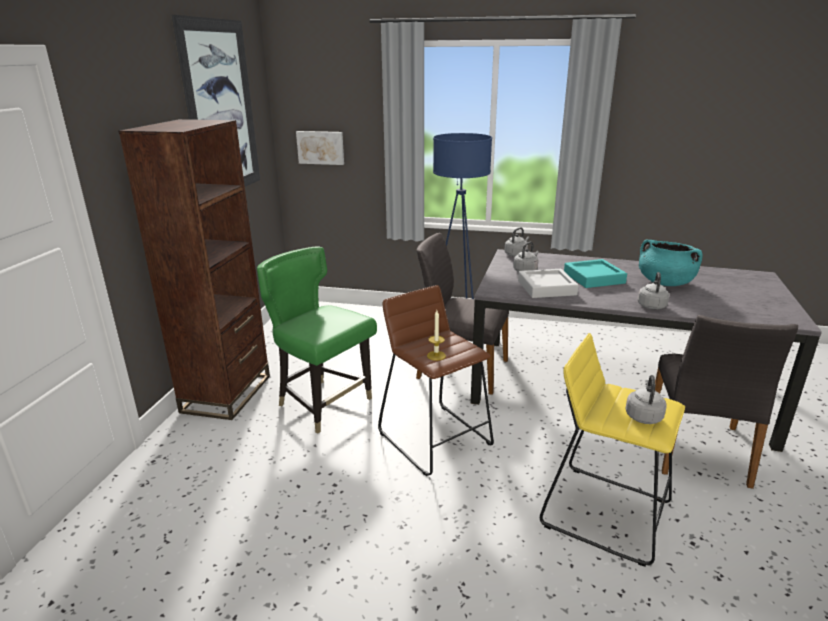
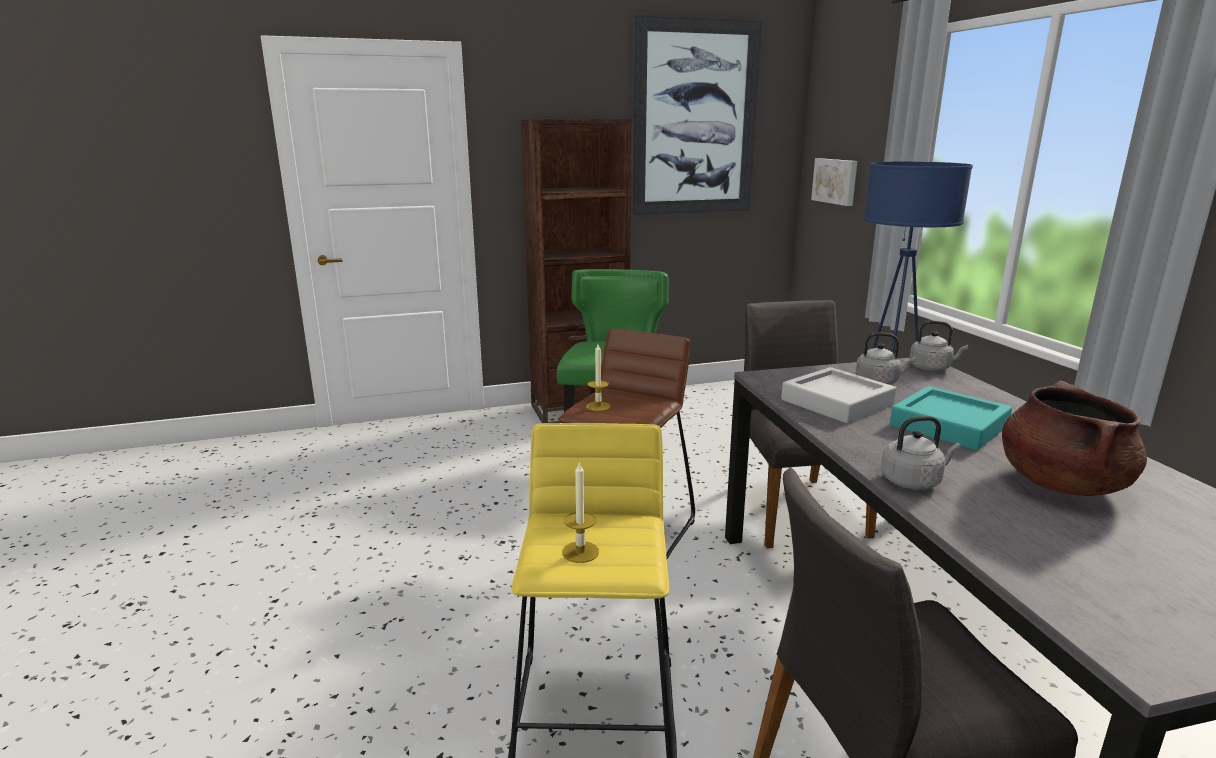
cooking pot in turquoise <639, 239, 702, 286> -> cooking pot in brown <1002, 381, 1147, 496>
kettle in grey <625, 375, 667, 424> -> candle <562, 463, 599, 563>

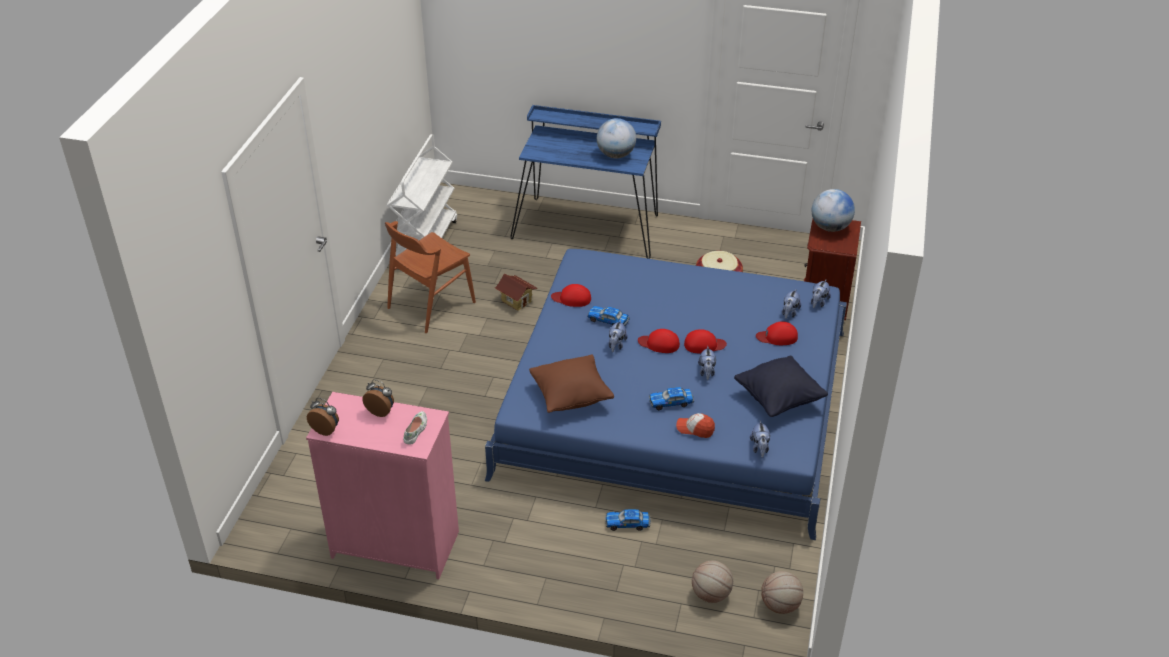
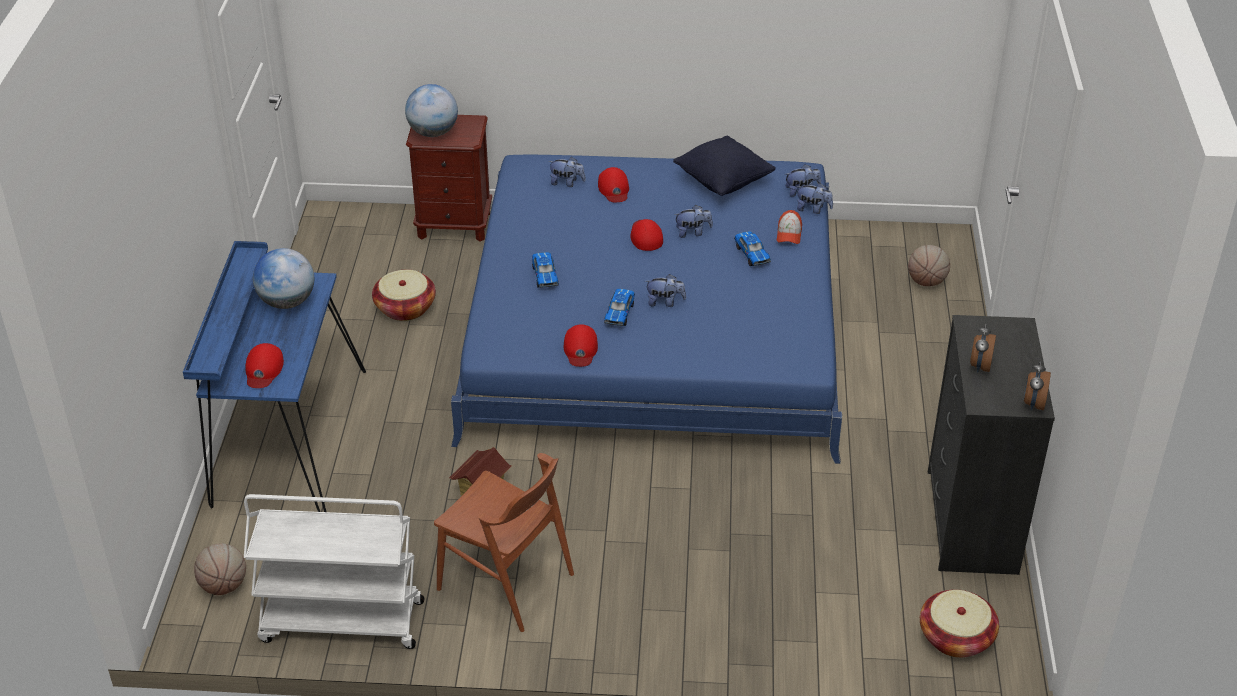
plush toy <811, 279, 831, 308> -> plush toy <796, 183, 833, 214>, shifted
cap in red <638, 329, 680, 353> -> cap in red <246, 343, 284, 388>, shifted
pillow in brown <529, 355, 614, 413> -> none
dresser in pink <306, 392, 459, 579> -> dresser in black <928, 315, 1055, 575>
shoe in white <403, 411, 427, 445> -> none
toy car <605, 509, 651, 531> -> toy car <532, 252, 558, 288>, shifted
basketball <761, 571, 803, 614> -> basketball <194, 543, 246, 595>, shifted
none -> basket <920, 590, 999, 658>

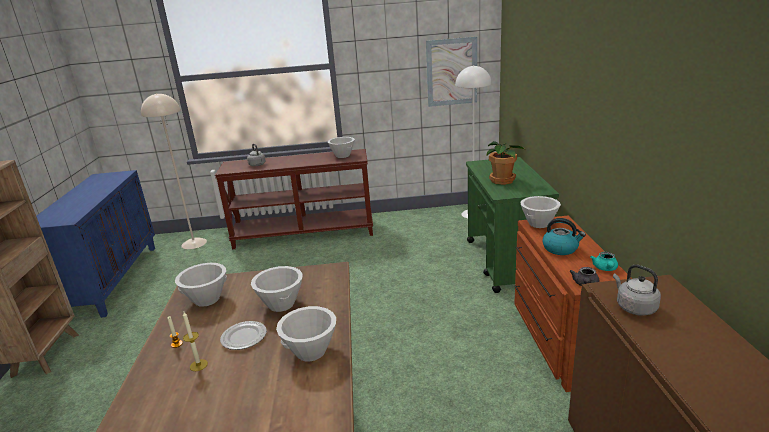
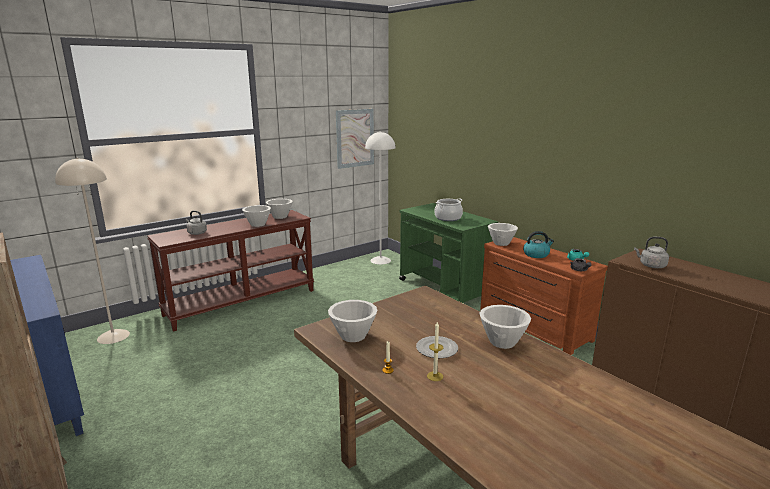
potted plant <486, 141, 524, 185> -> cooking pot <434, 199, 463, 221>
bowl in white <251, 266, 303, 312> -> bowl in white <242, 205, 271, 227>, shifted

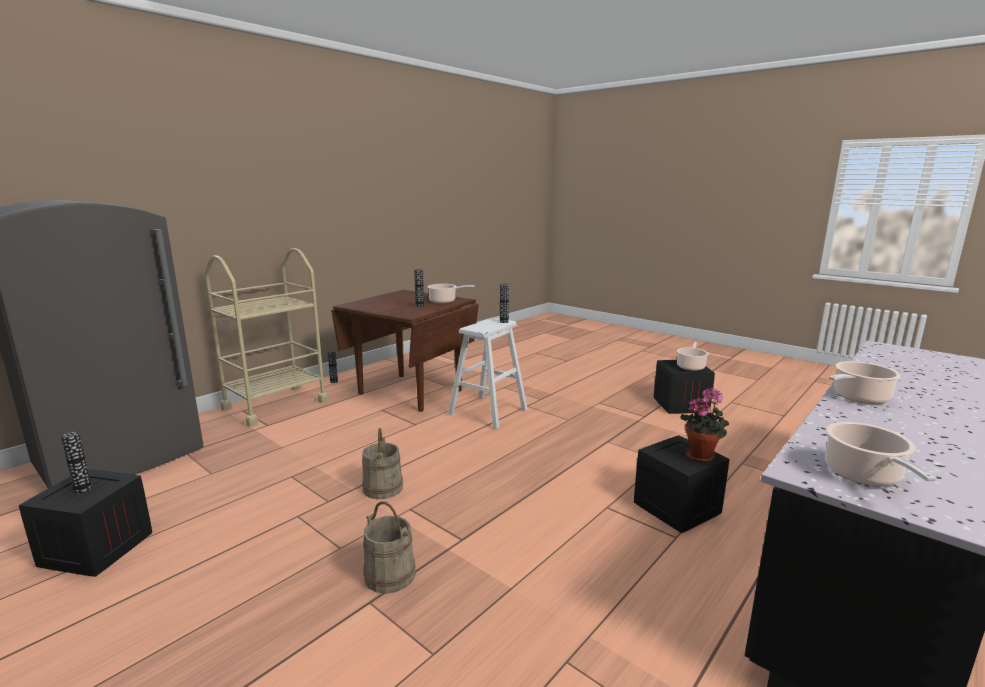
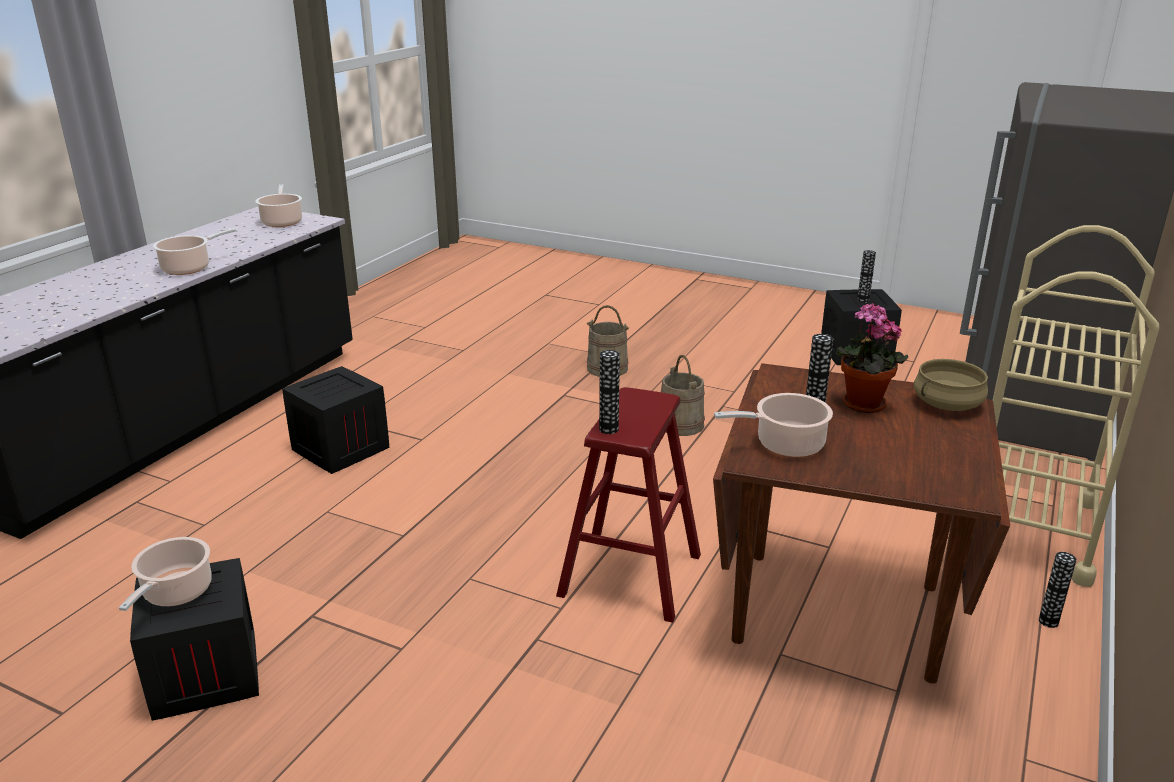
stool in white <448, 318, 528, 429> -> stool in red <556, 387, 701, 623>
potted plant <680, 388, 729, 462> -> potted plant <836, 303, 908, 413>, shifted
none -> cooking pot in beige <913, 359, 988, 411>

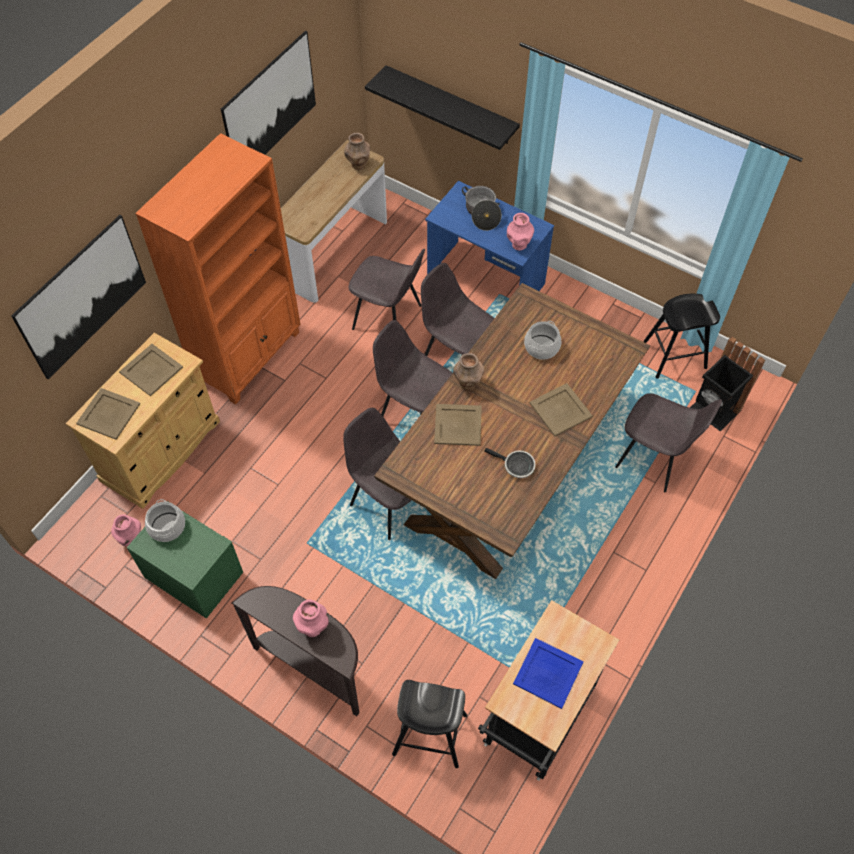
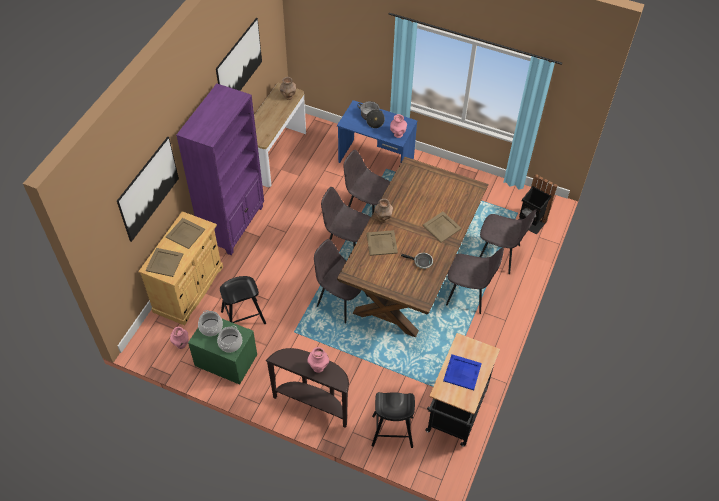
shelf in black <365, 65, 520, 150> -> none
bookcase in orange <135, 133, 301, 404> -> bookcase in purple <176, 83, 264, 255>
chair in grey <349, 249, 425, 330> -> chair in grey <446, 247, 504, 314>, shifted
stool in black <643, 294, 720, 379> -> stool in black <220, 276, 266, 324>, shifted
cooking pot <524, 321, 561, 360> -> cooking pot <217, 326, 242, 353>, shifted

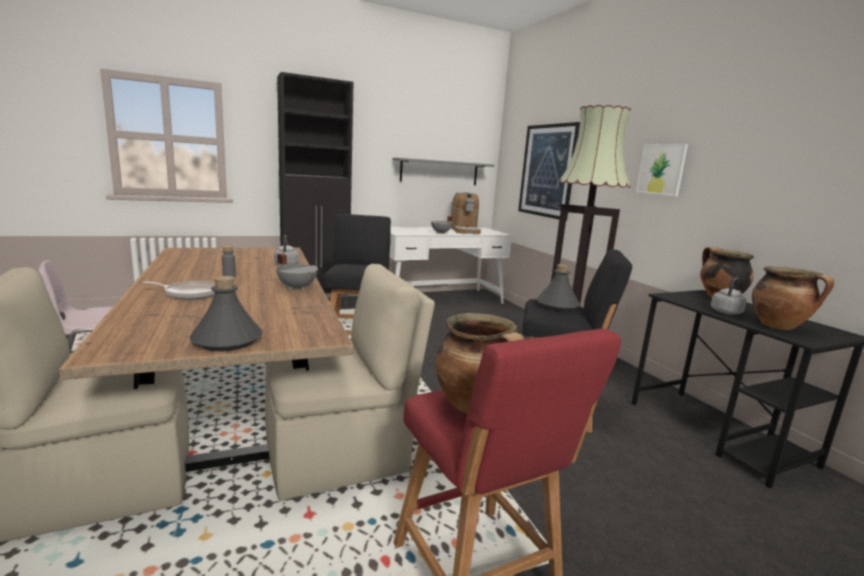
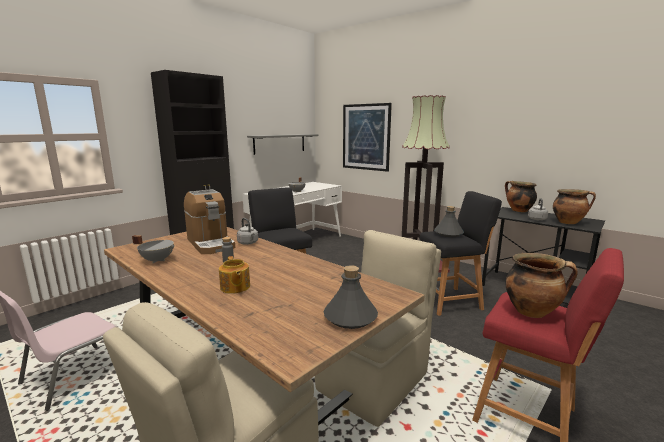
picture <636, 144, 688, 196> -> none
coffee machine <451, 192, 481, 234> -> coffee machine <184, 189, 235, 254>, shifted
cooking pot in grey <276, 253, 318, 290> -> cooking pot in grey <132, 235, 175, 263>, shifted
frying pan <142, 281, 215, 300> -> teapot <219, 256, 250, 294>

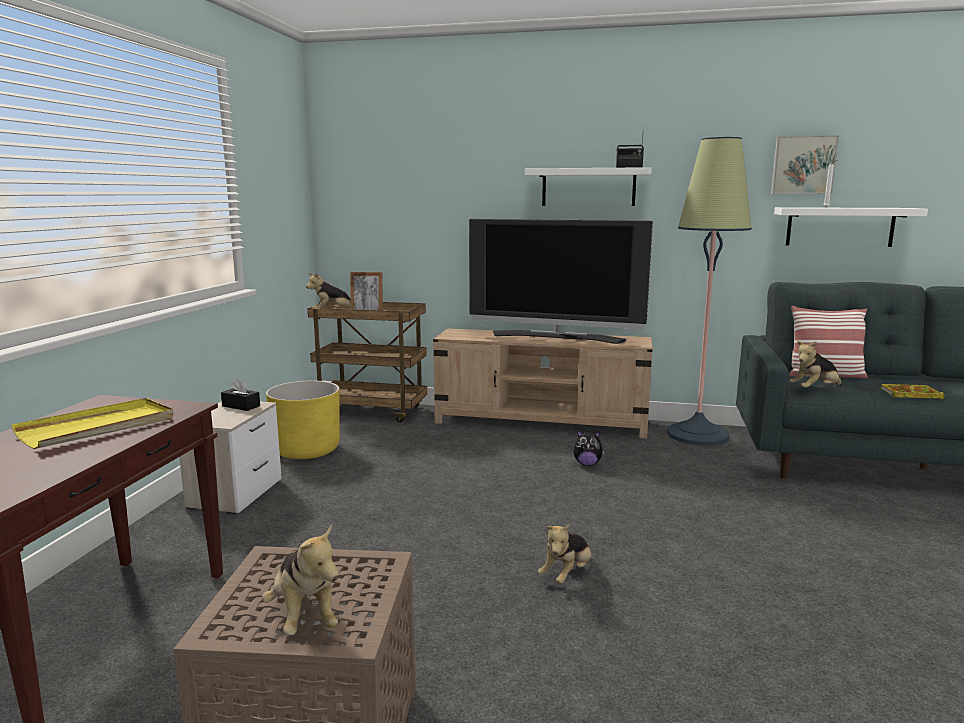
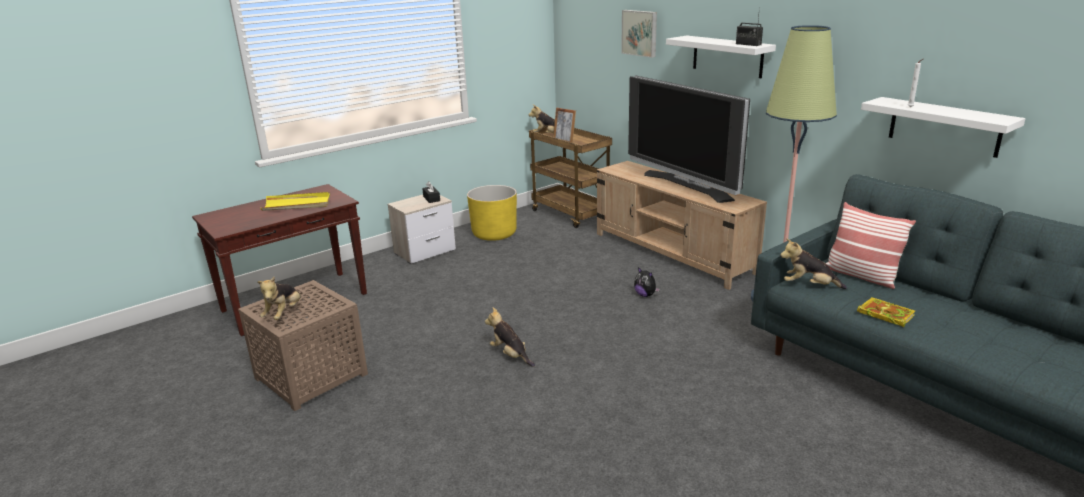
picture <771, 135, 839, 194> -> picture <621, 10, 657, 58>, shifted
plush toy <538, 524, 591, 584> -> plush toy <485, 308, 535, 367>, 60 degrees clockwise

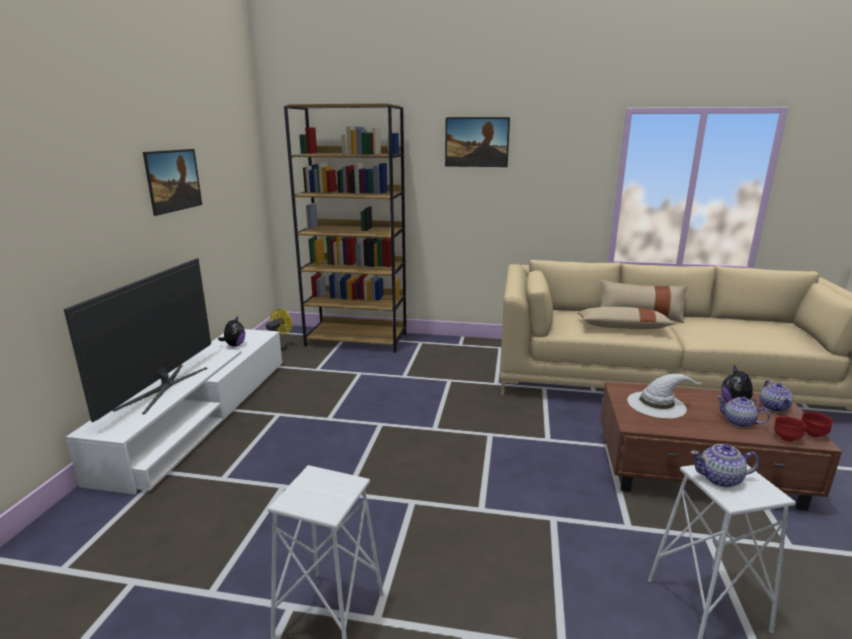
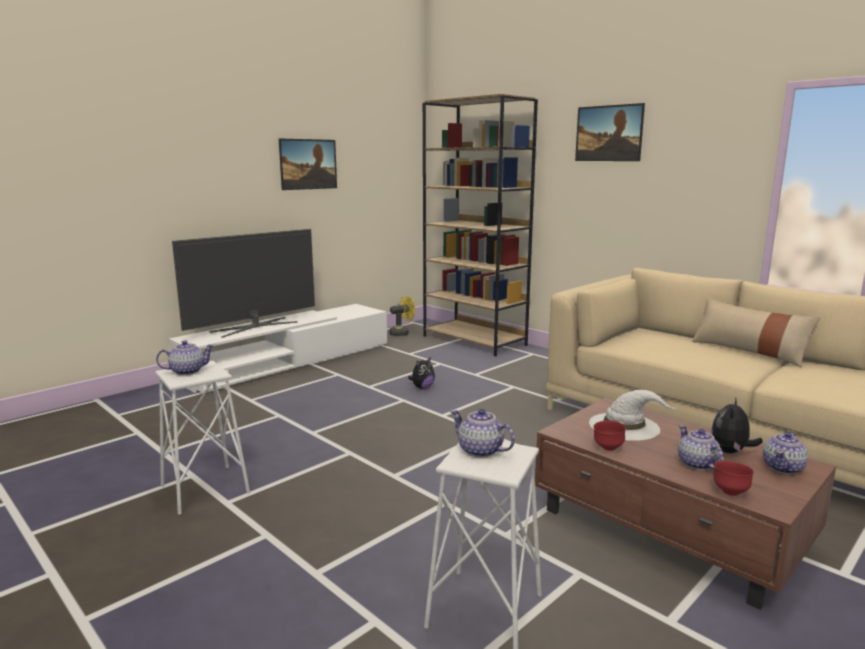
pillow in beige <577, 307, 676, 329> -> none
plush toy <218, 316, 245, 347> -> plush toy <408, 357, 435, 389>, shifted
bowl in red <801, 411, 834, 437> -> bowl in red <593, 421, 626, 451>, shifted
none -> teapot <156, 340, 214, 375>

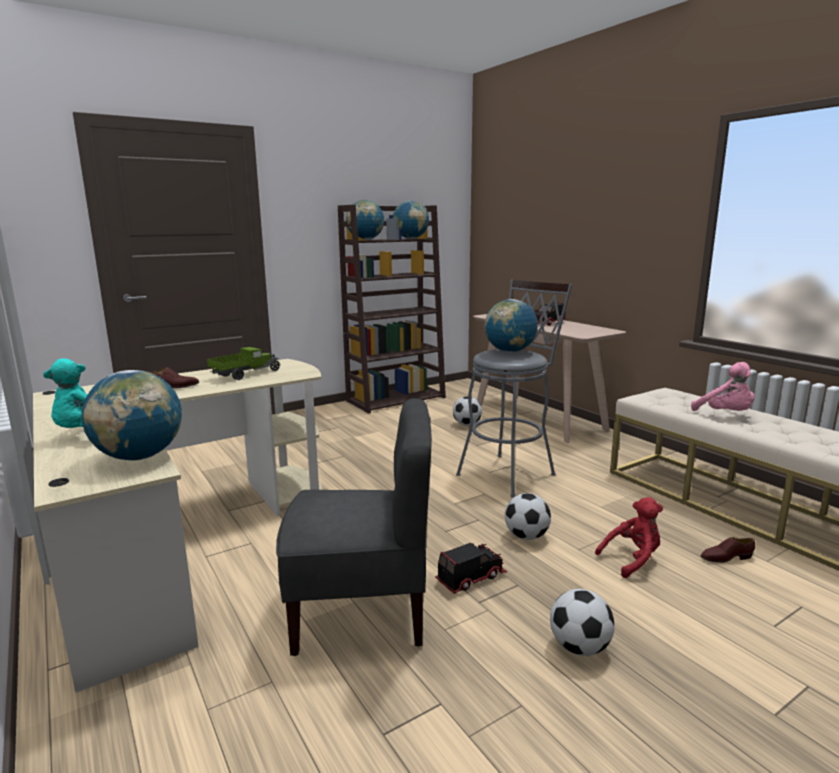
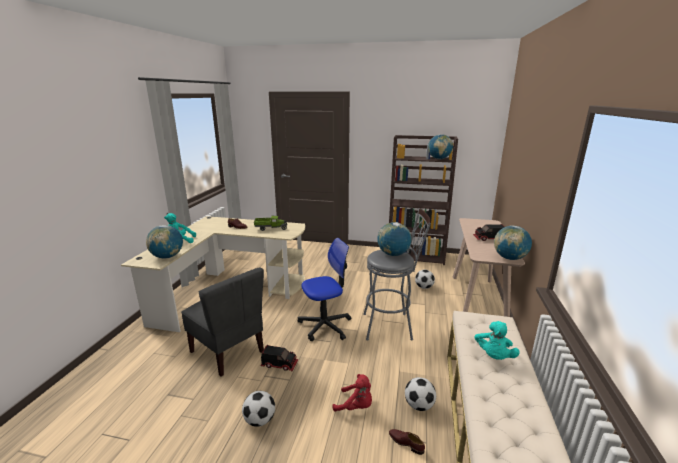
globe <346, 200, 384, 240> -> globe <494, 226, 532, 260>, shifted
plush toy in pink <691, 362, 755, 411> -> plush toy in turquoise <474, 321, 520, 360>
football <504, 493, 551, 540> -> football <405, 377, 436, 411>, shifted
none -> office chair <298, 238, 351, 341>

